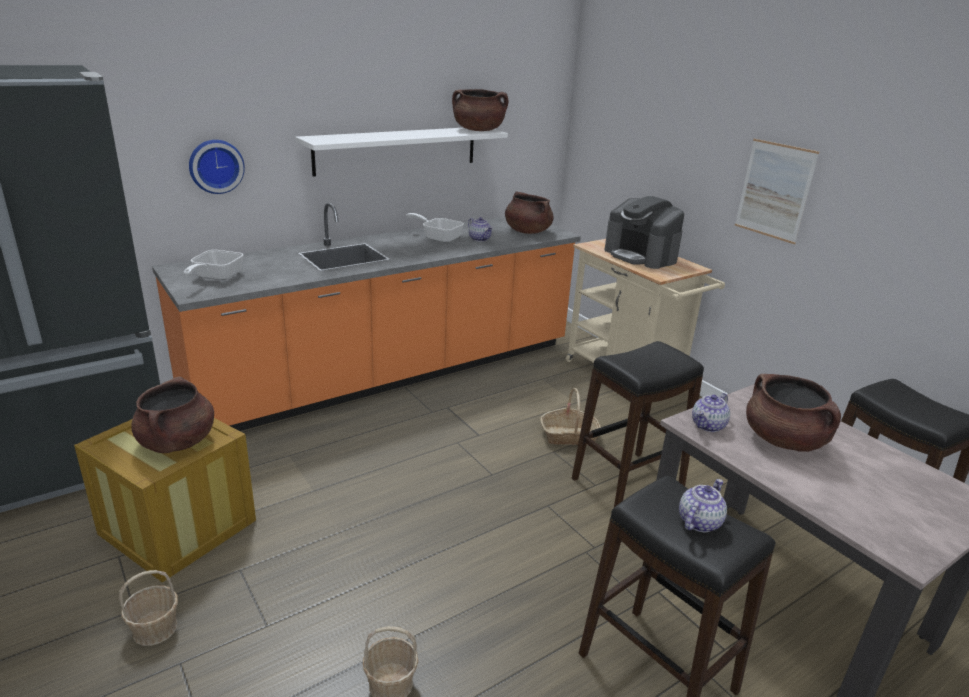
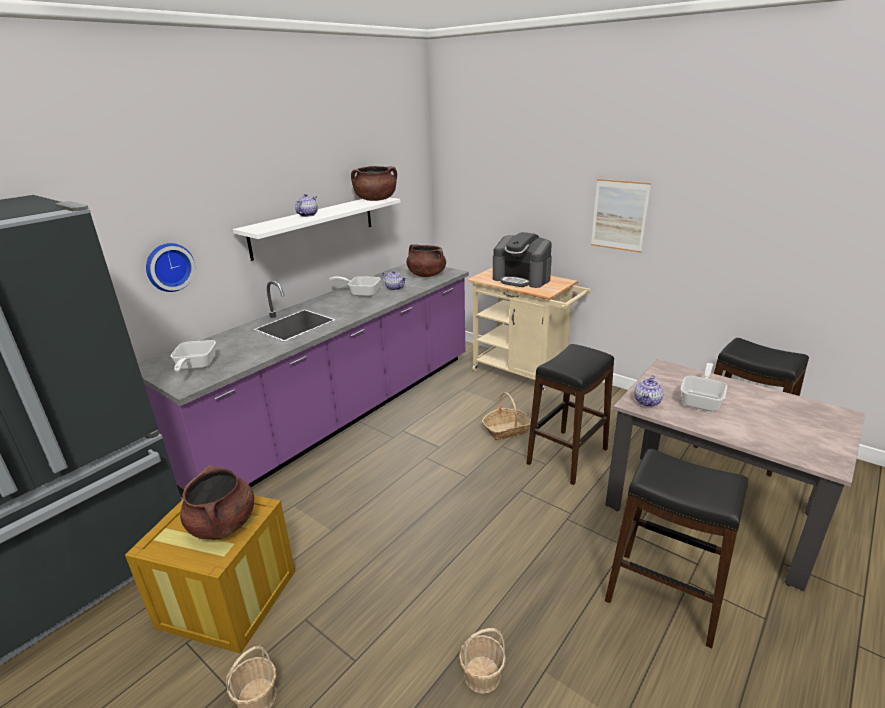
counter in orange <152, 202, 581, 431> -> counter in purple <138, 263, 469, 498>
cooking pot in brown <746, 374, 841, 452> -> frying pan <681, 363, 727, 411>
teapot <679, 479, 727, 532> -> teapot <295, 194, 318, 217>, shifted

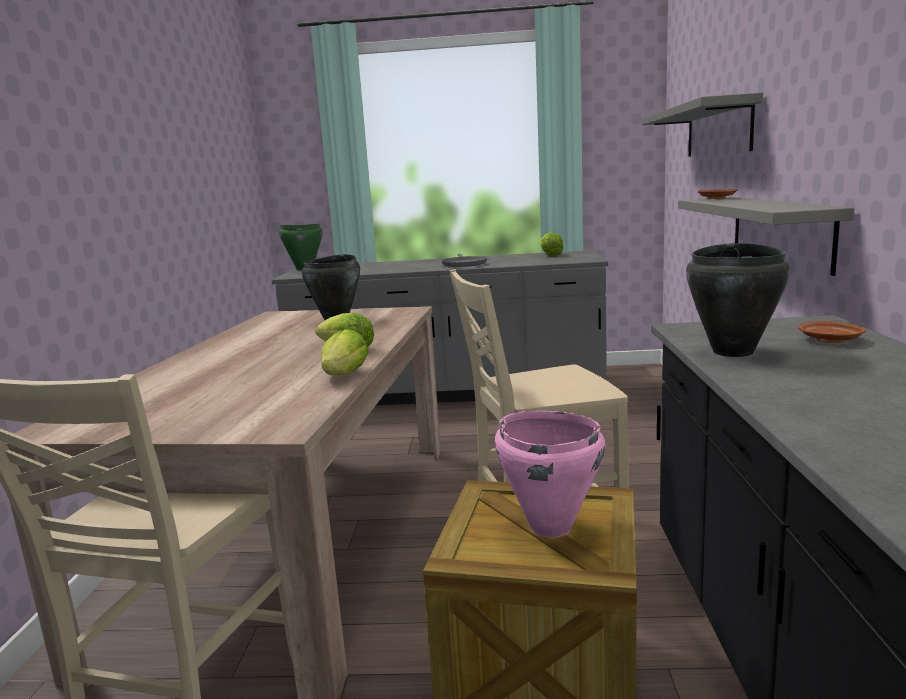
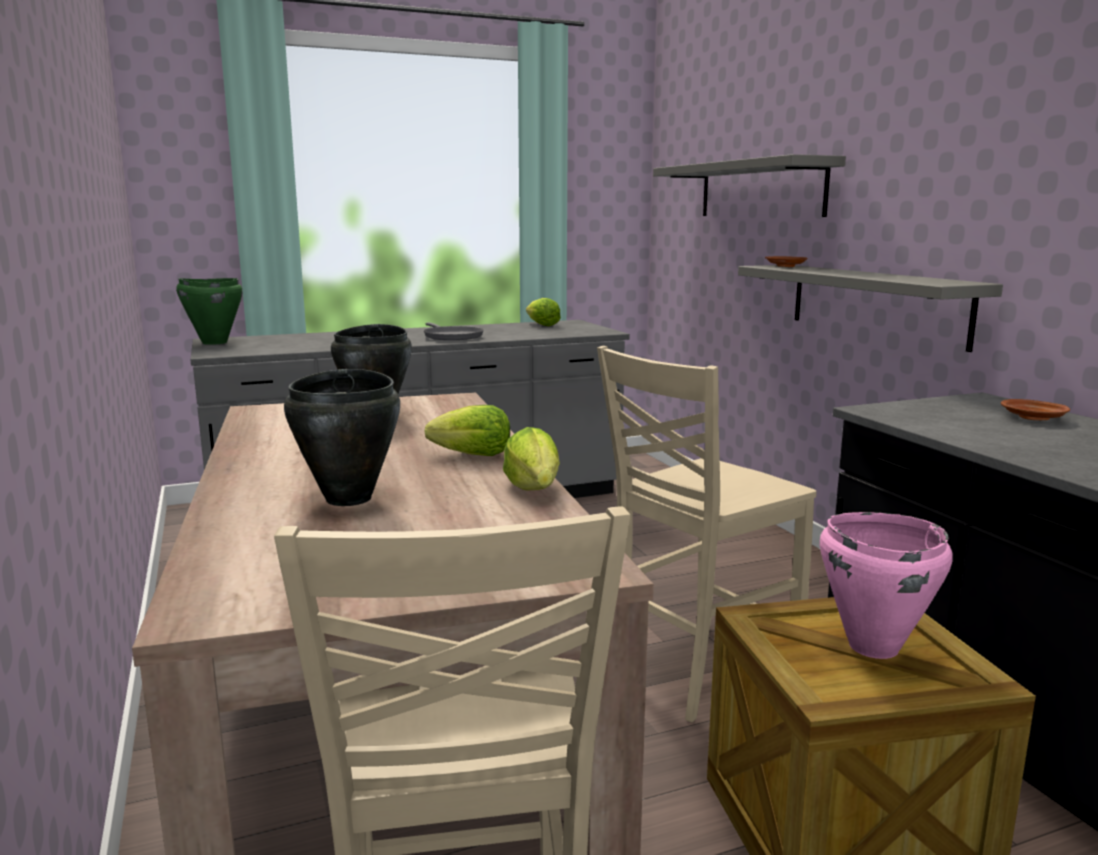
cooking pot in black <686, 243, 790, 357> -> cooking pot in black <284, 369, 400, 506>, shifted

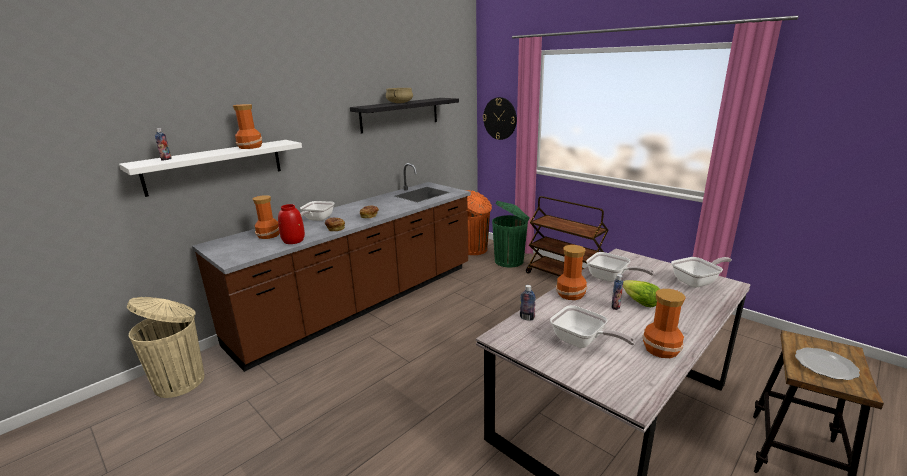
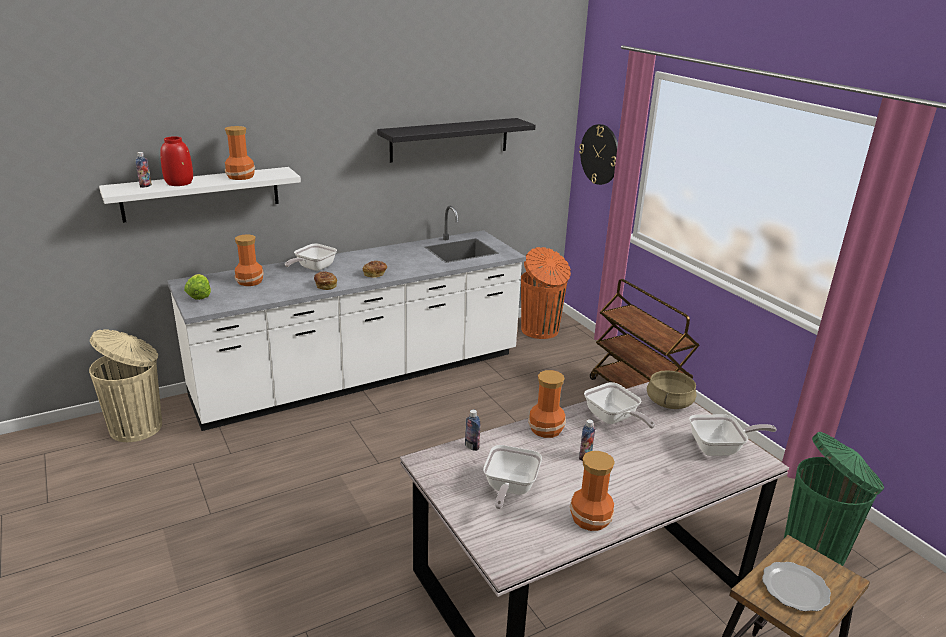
cooking pot in beige <386, 88, 413, 103> -> cooking pot in beige <647, 370, 697, 409>, shifted
counter in brown <192, 163, 471, 372> -> counter in white <167, 206, 526, 431>
trash can in green <492, 201, 530, 267> -> trash can in green <784, 432, 884, 566>, shifted
vase in red <278, 204, 305, 244> -> vase in red <160, 136, 193, 186>, shifted
lettuce <623, 280, 659, 307> -> lettuce <184, 274, 211, 300>, shifted
frying pan <550, 305, 636, 348> -> frying pan <483, 445, 542, 509>, 45 degrees clockwise

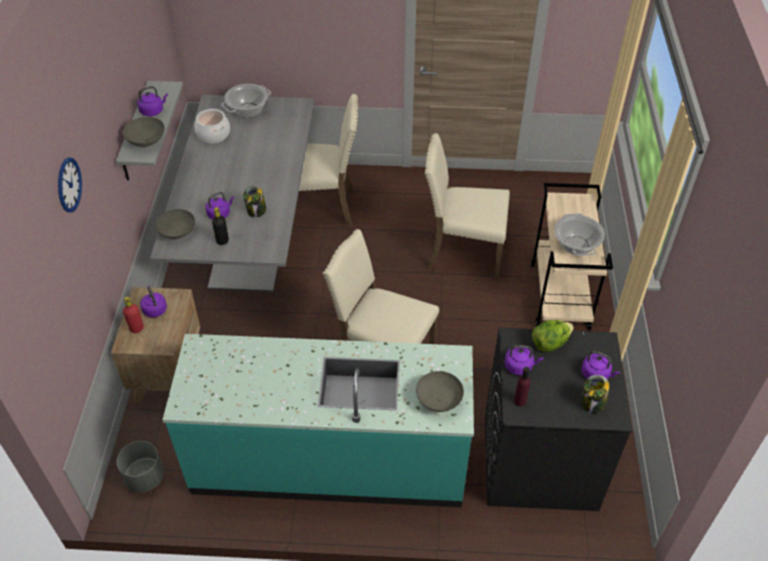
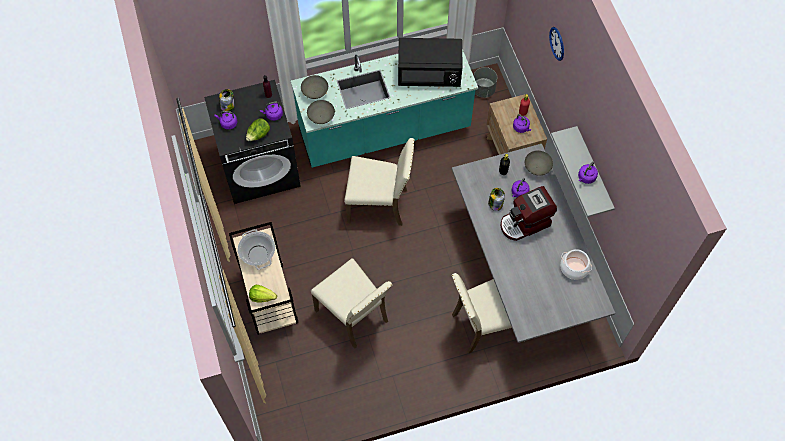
cooking pot <221, 84, 271, 118> -> none
bowl in grey <122, 117, 165, 147> -> bowl in grey <307, 100, 335, 124>, shifted
chair in beige <425, 133, 510, 281> -> chair in beige <311, 258, 392, 349>, 60 degrees clockwise
none -> microwave in black <398, 38, 462, 87>
none -> coffee machine <501, 186, 557, 241>
none -> lettuce <249, 285, 277, 302>

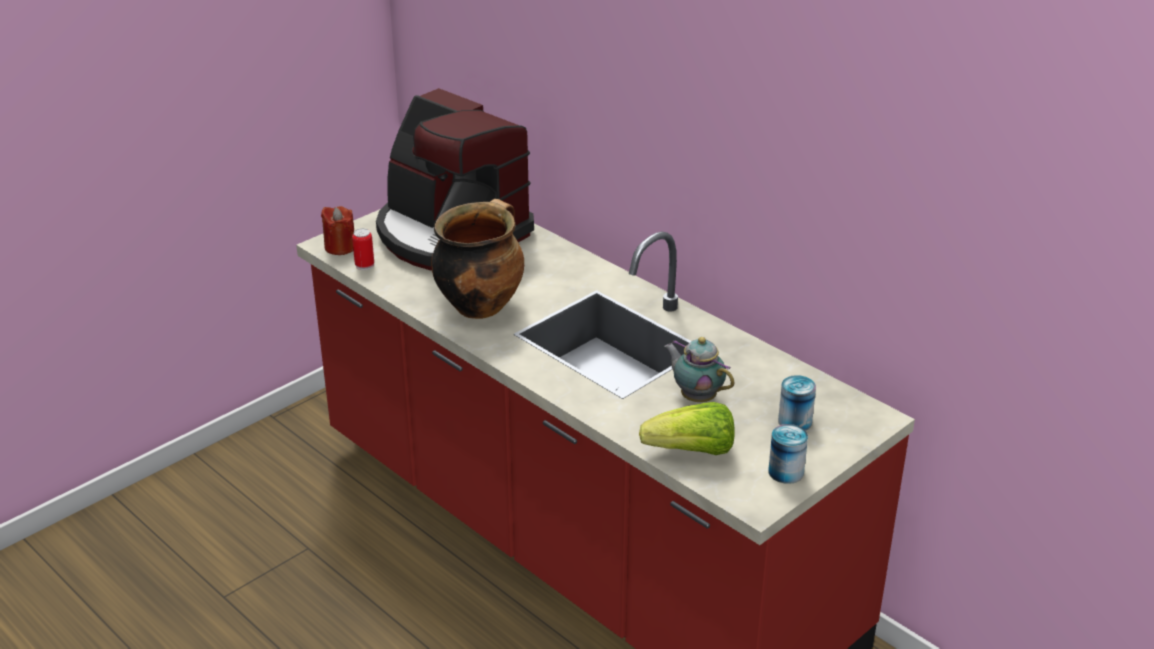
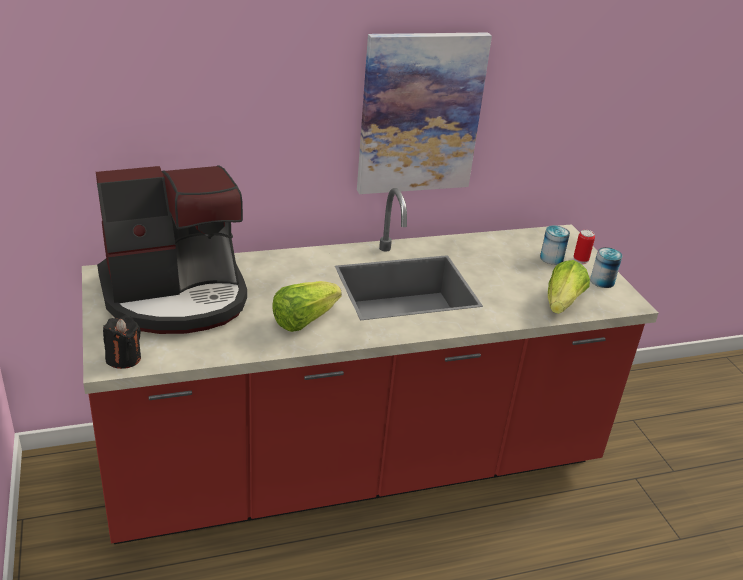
cooking pot <431, 199, 524, 319> -> lettuce <272, 281, 342, 332>
candle in red <321, 206, 354, 255> -> candle in black <103, 315, 141, 369>
can <352, 228, 374, 270> -> can <573, 230, 595, 264>, shifted
teapot <664, 337, 734, 402> -> none
none -> picture <357, 33, 492, 194>

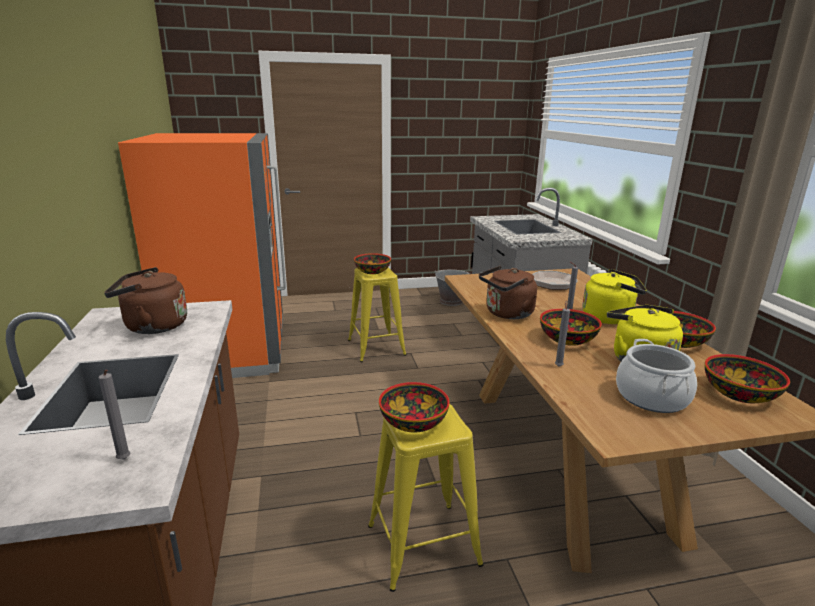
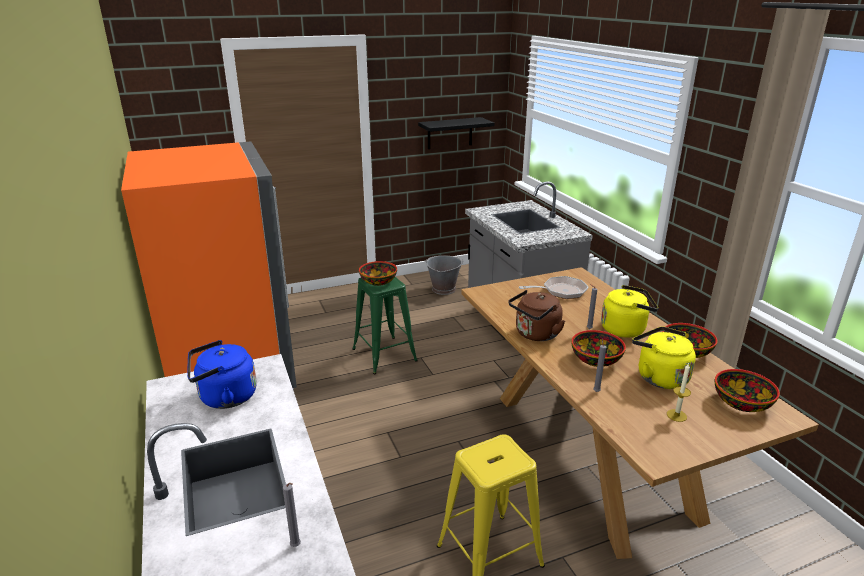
kettle in brown <104, 267, 187, 334> -> kettle in blue <187, 340, 257, 409>
stool in yellow <348, 267, 407, 362> -> stool in green <352, 277, 418, 374>
cooking pot <616, 339, 697, 413> -> candle <667, 363, 691, 422>
bowl <379, 382, 450, 432> -> none
none -> shelf in black <418, 117, 495, 149>

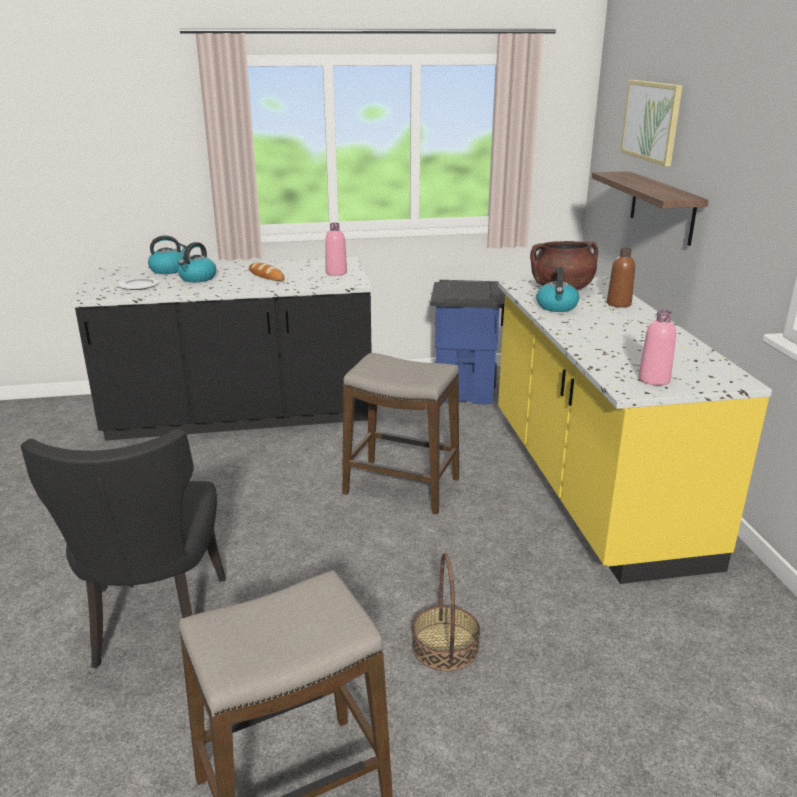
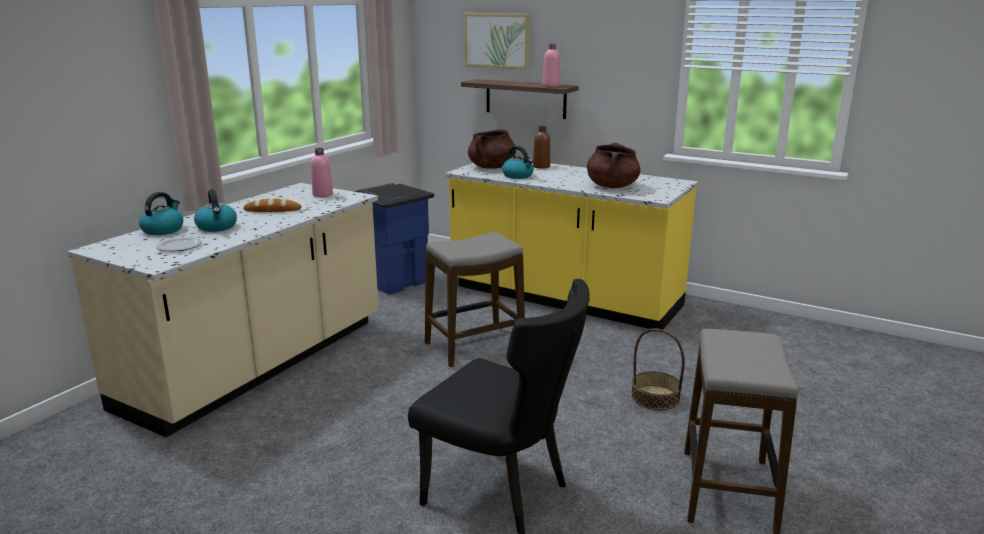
counter in black <71, 257, 373, 441> -> counter in beige <67, 183, 379, 437>
bottle in pink <638, 309, 676, 385> -> bottle in pink <542, 44, 560, 87>, shifted
none -> cooking pot in brown <587, 143, 640, 188>

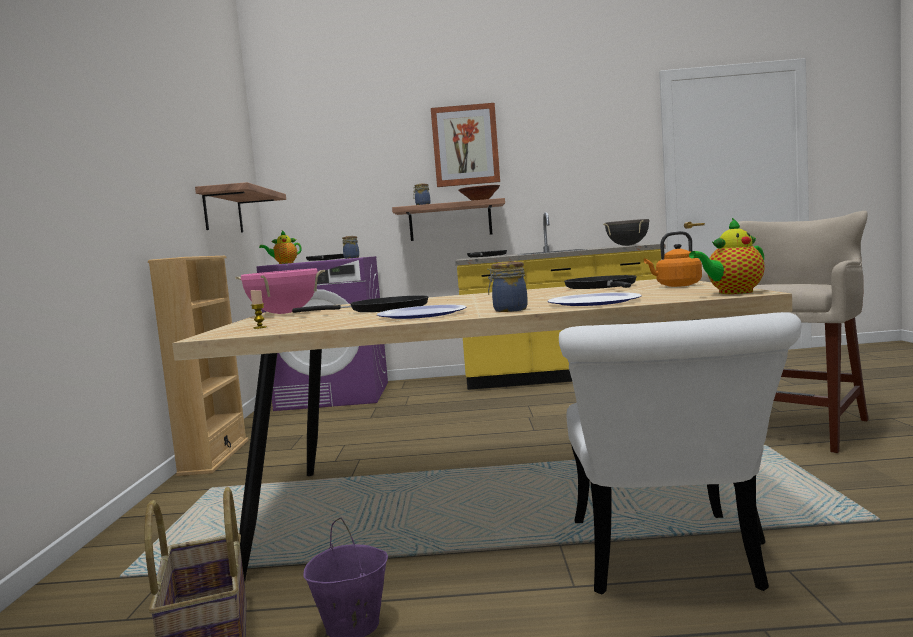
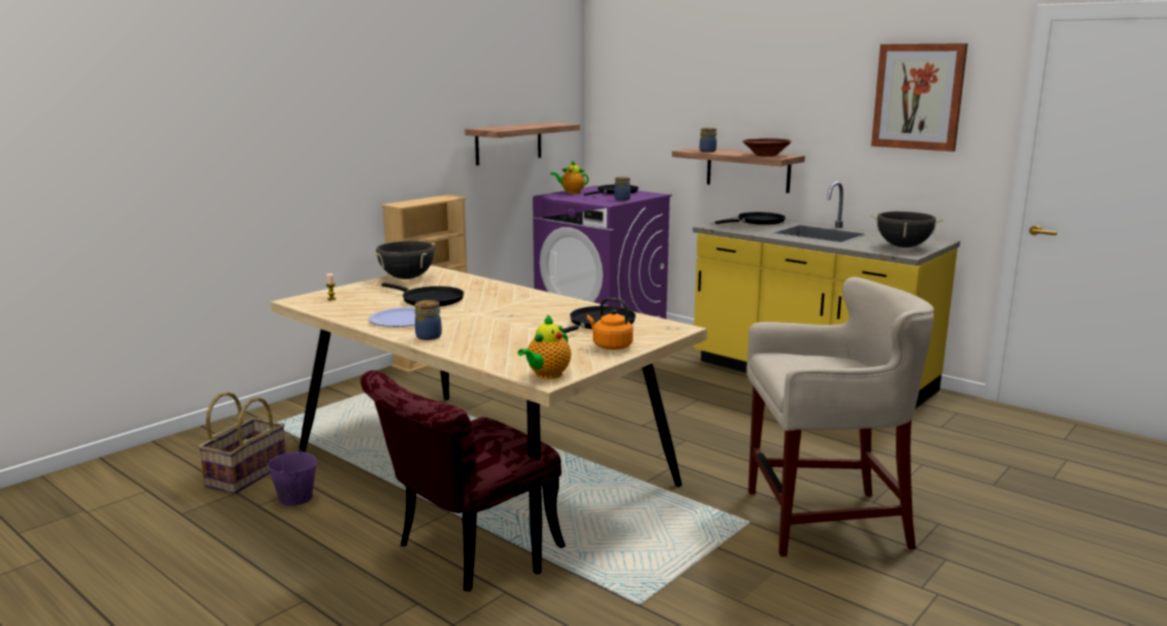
picture <431, 103, 500, 187> -> picture <871, 43, 968, 152>, shifted
teapot <689, 218, 765, 294> -> teapot <518, 315, 571, 379>, 75 degrees counterclockwise
cooking pot in pink <235, 268, 325, 314> -> cooking pot in black <374, 241, 436, 279>
plate <547, 292, 642, 306> -> none
chair in white <559, 312, 802, 594> -> chair in red <360, 370, 565, 591>

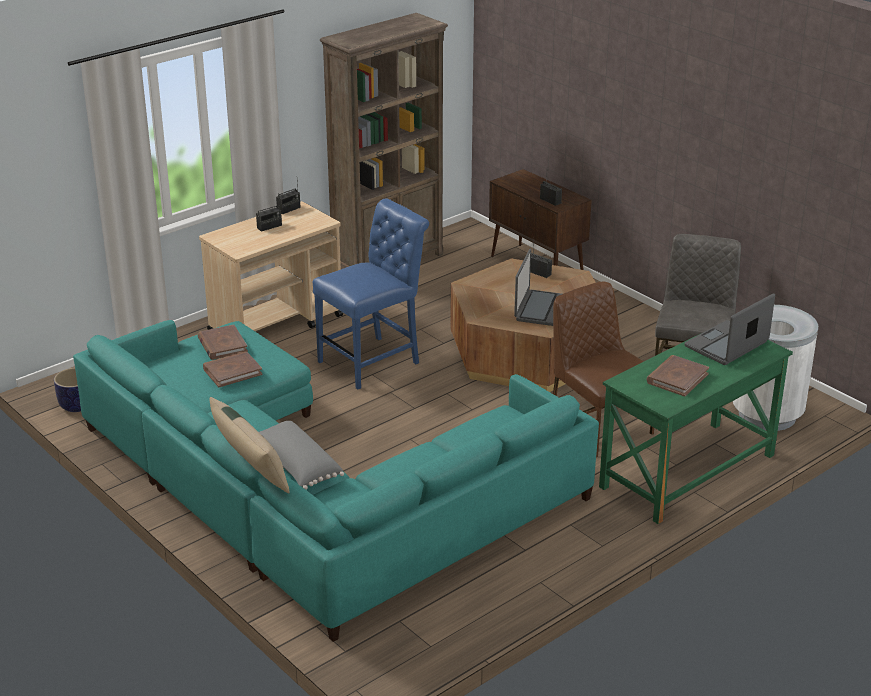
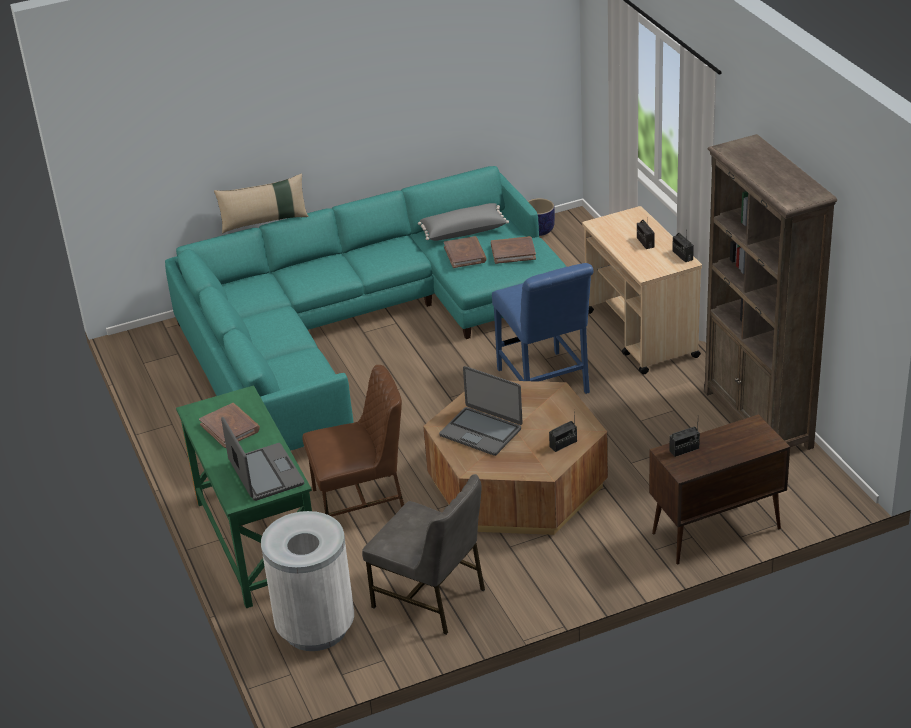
pillow in grey <259, 421, 344, 490> -> pillow in grey <418, 203, 509, 241>, shifted

